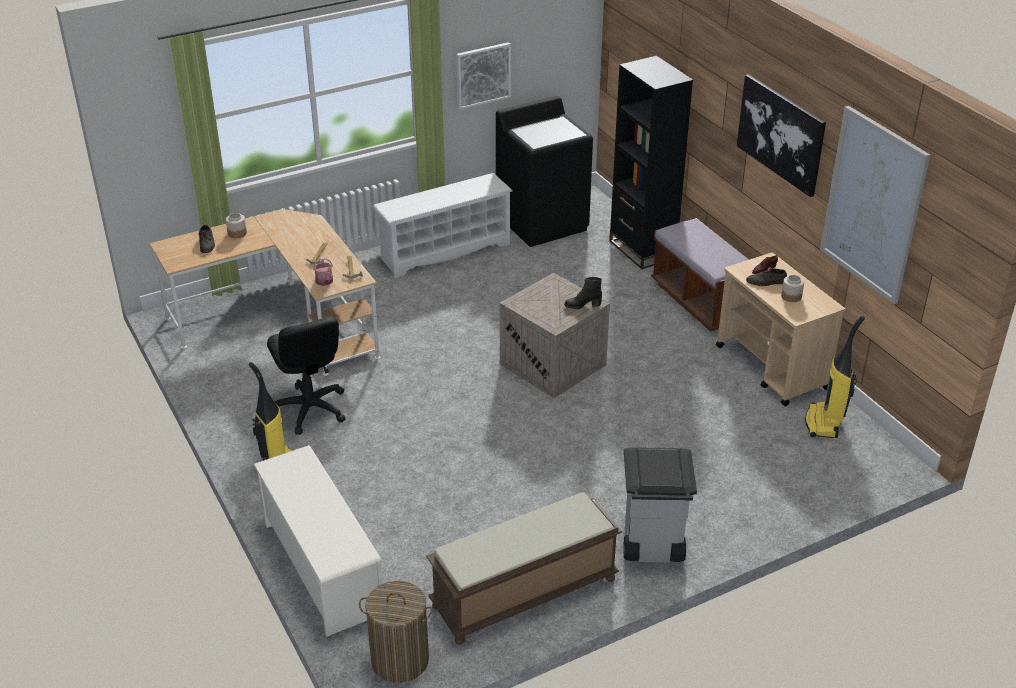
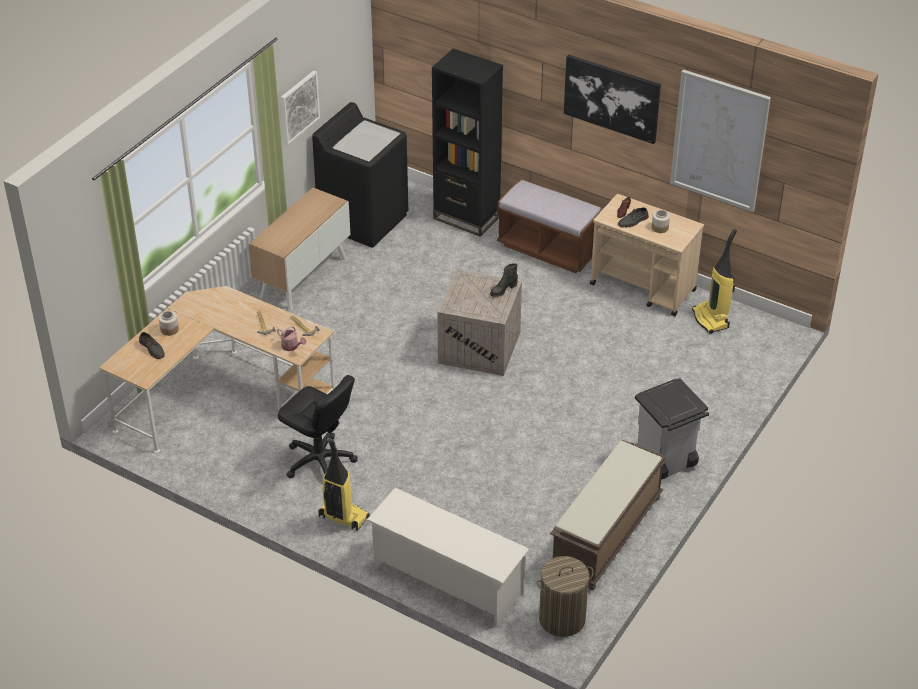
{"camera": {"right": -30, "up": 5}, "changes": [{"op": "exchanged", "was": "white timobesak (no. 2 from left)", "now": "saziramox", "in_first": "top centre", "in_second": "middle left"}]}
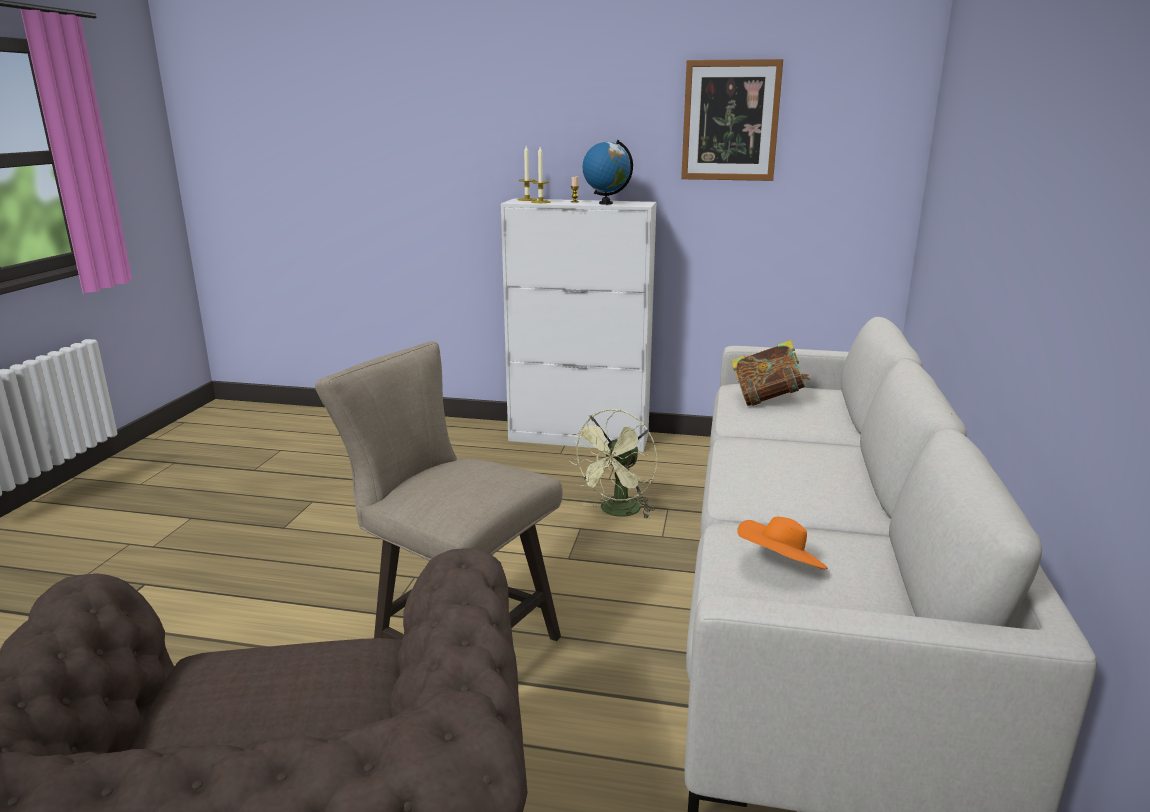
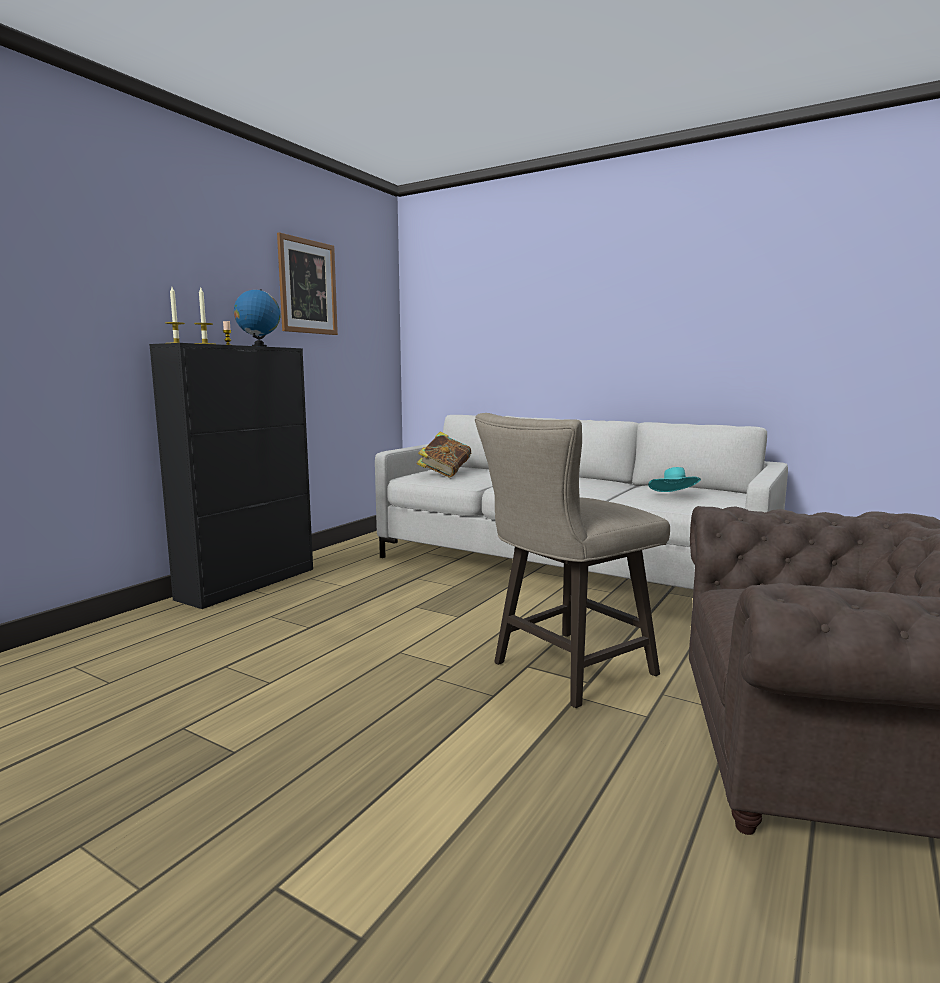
{"camera": {"right": -70, "up": -10}, "changes": [{"op": "colour", "was": "white saziramox", "now": "black saziramox", "in_first": "centre", "in_second": "middle left"}, {"op": "missing", "was": "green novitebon", "in_first": "centre"}, {"op": "colour", "was": "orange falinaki", "now": "turquoise falinaki", "in_first": "bottom right", "in_second": "middle right"}]}
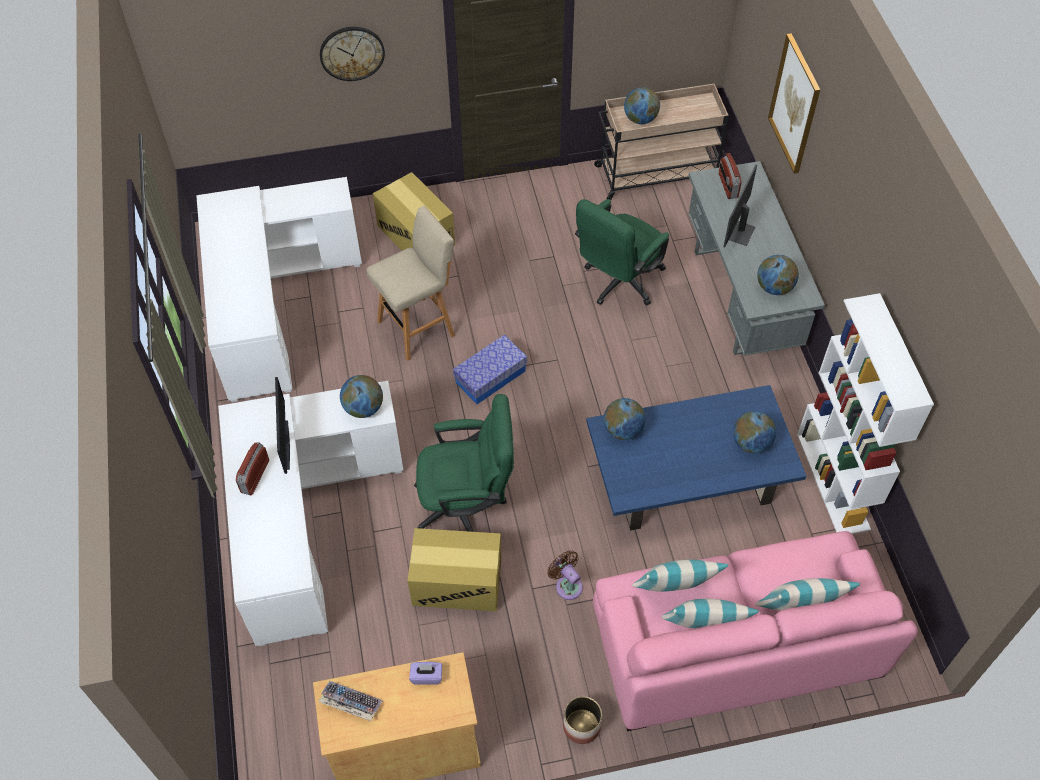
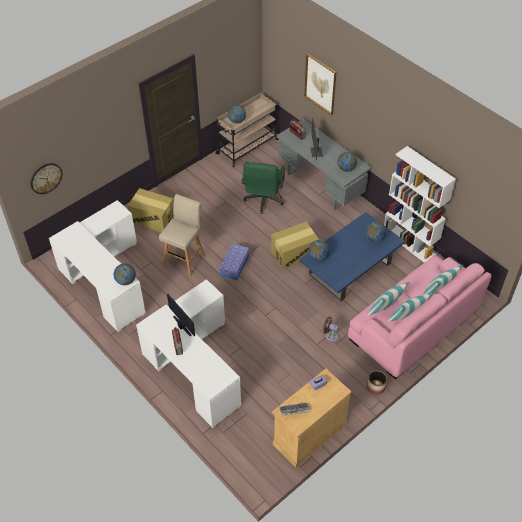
{"camera": {"right": -30, "up": -5}, "changes": [{"op": "relocated", "was": "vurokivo", "in_first": "top centre", "in_second": "middle left"}, {"op": "relocated", "was": "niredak (no. 1 from left)", "in_first": "centre", "in_second": "middle left"}, {"op": "missing", "was": "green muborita (no. 1 from left)", "in_first": "centre"}, {"op": "relocated", "was": "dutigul (no. 2 from left)", "in_first": "bottom centre", "in_second": "centre"}]}
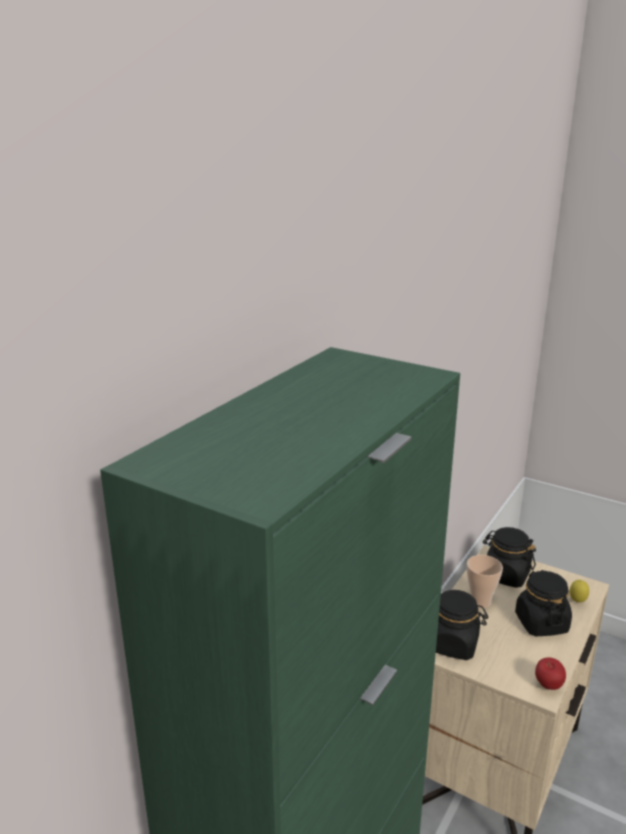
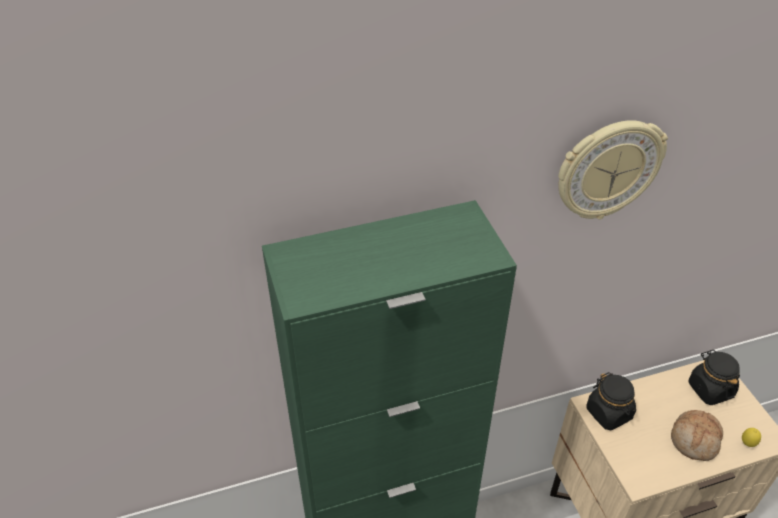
{"camera": {"right": 40, "up": 20}, "changes": [{"op": "missing", "was": "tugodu", "in_first": "bottom right"}, {"op": "exchanged", "was": "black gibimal (no. 3 from left)", "now": "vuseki", "in_first": "bottom right", "in_second": "bottom right"}, {"op": "missing", "was": "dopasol", "in_first": "bottom right"}, {"op": "appeared", "now": "vurokivo", "in_second": "top right"}]}
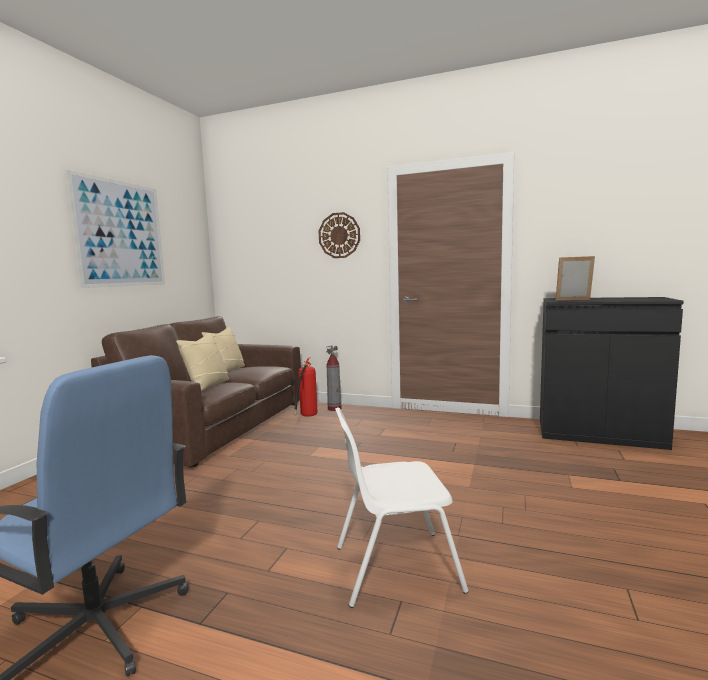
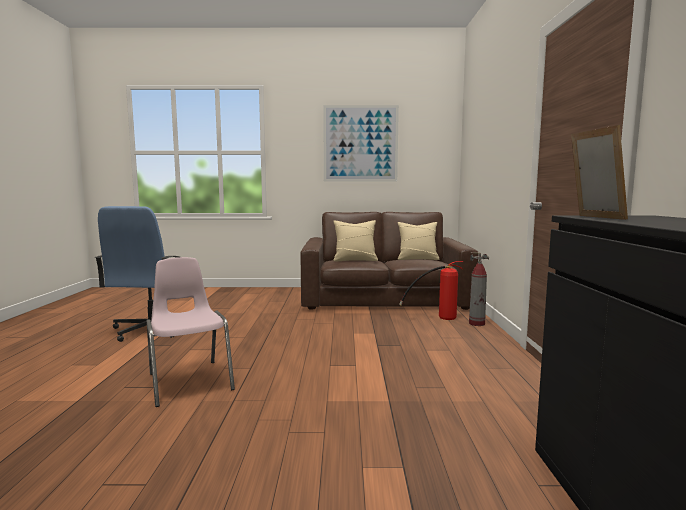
{"camera": {"right": 70, "up": 0}, "changes": [{"op": "missing", "was": "vurokivo", "in_first": "centre"}, {"op": "colour", "was": "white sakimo", "now": "pink sakimo", "in_first": "bottom centre", "in_second": "middle left"}]}
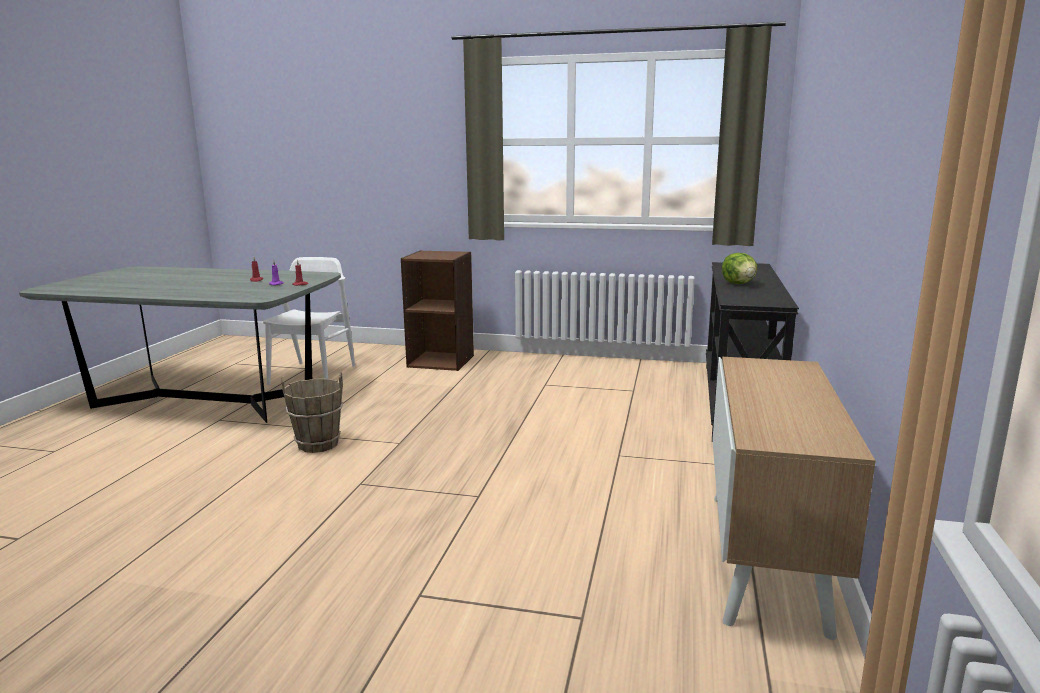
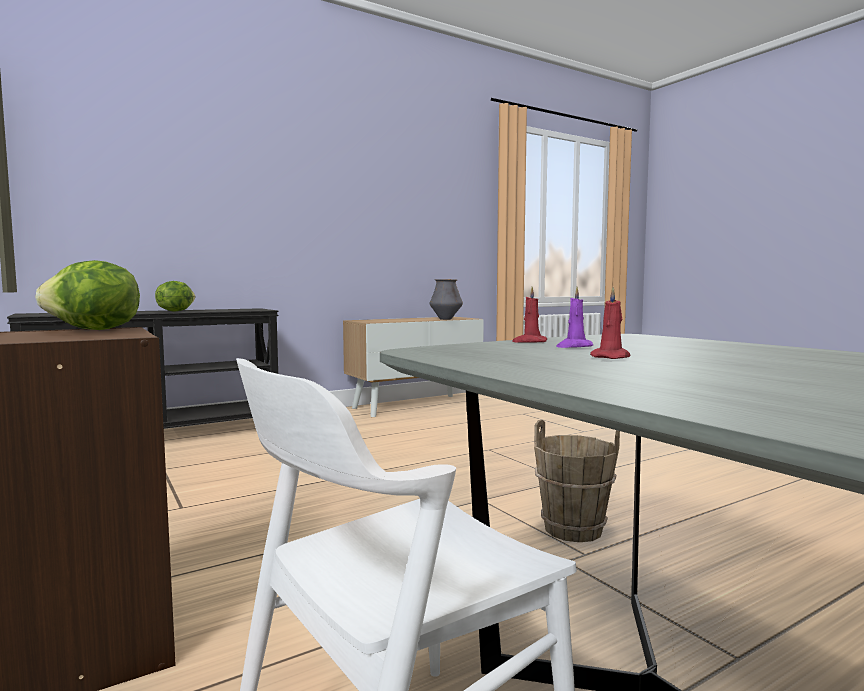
{"camera": {"right": -135, "up": -10}, "changes": [{"op": "appeared", "now": "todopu (no. 1 from left)", "in_second": "middle left"}, {"op": "appeared", "now": "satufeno", "in_second": "centre"}]}
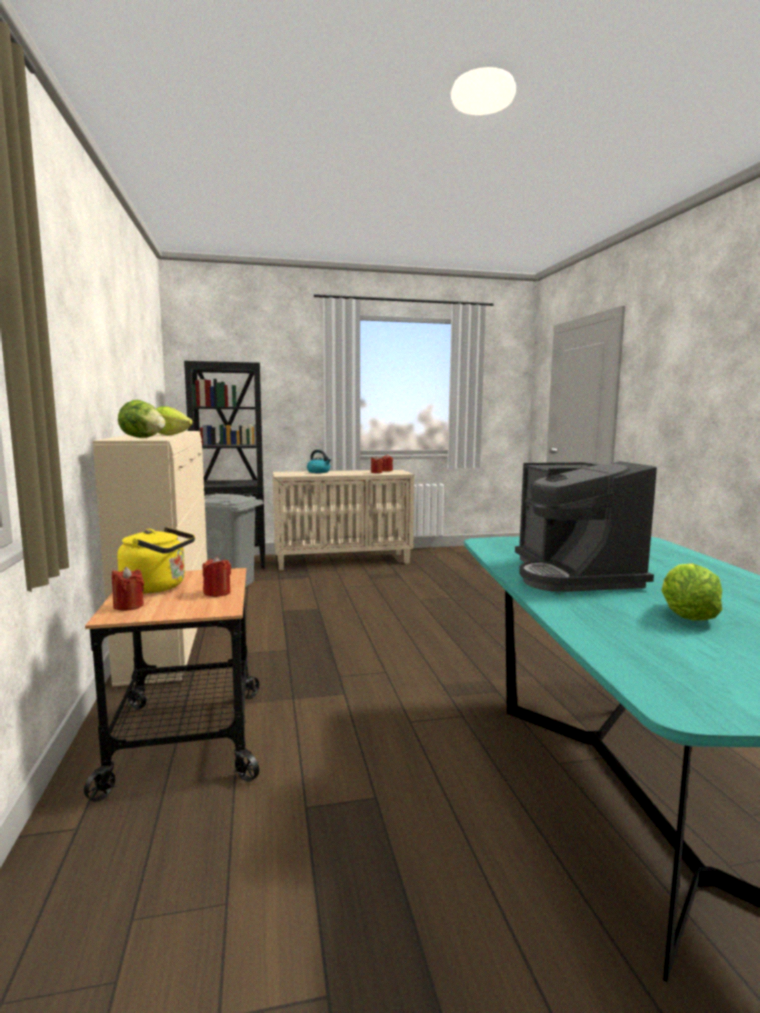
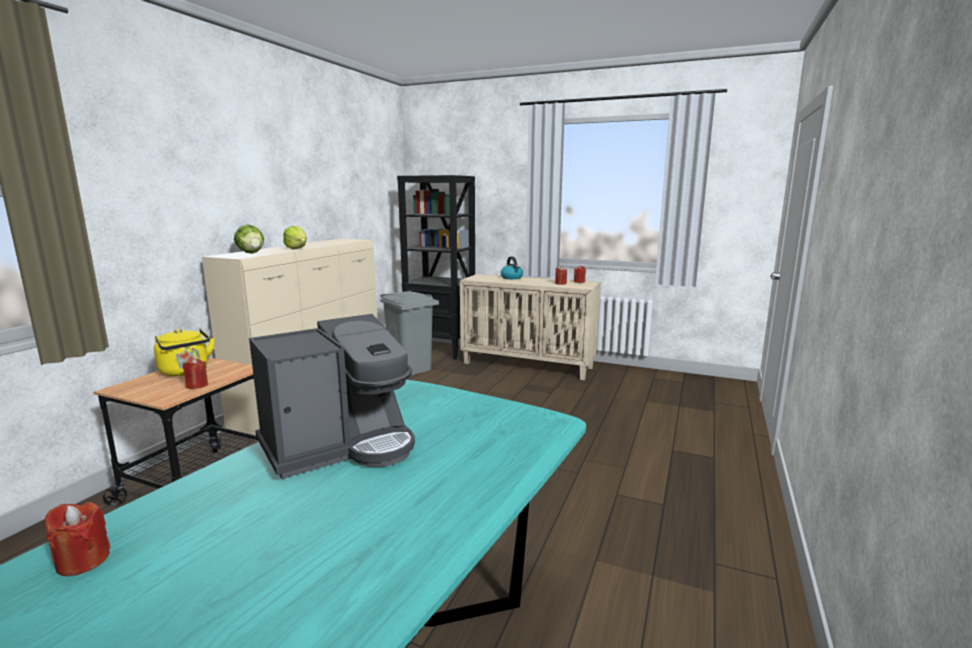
{"camera": {"right": 35, "up": 5}, "changes": [{"op": "spun", "was": "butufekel", "in_first": "middle right", "in_second": "centre", "clockwise": -150}, {"op": "missing", "was": "todopu (no. 3 from left)", "in_first": "middle right"}, {"op": "relocated", "was": "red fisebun (no. 1 from left)", "in_first": "middle left", "in_second": "bottom left"}]}
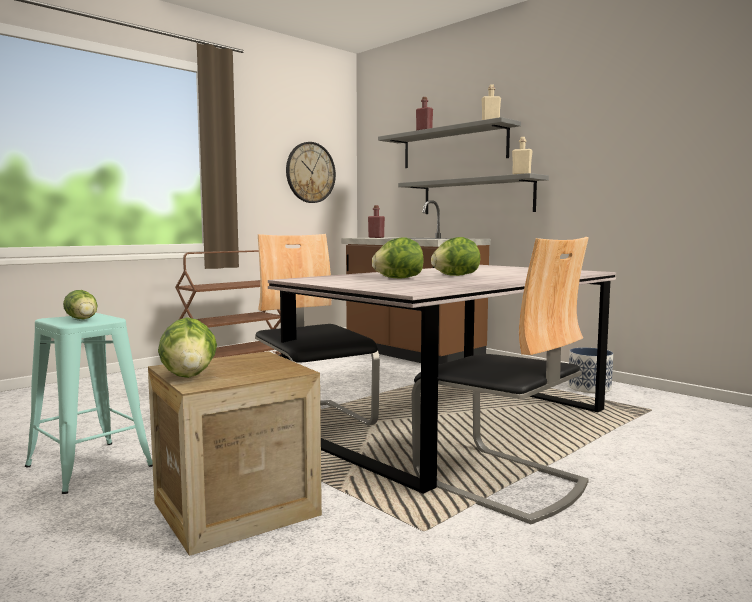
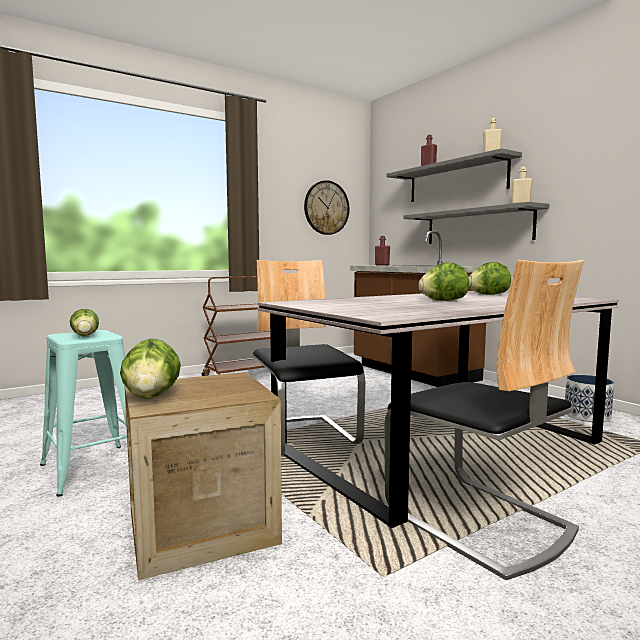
{"camera": {"right": 10, "up": 0}, "changes": [{"op": "relocated", "was": "todopu (no. 3 from left in the first image)", "now": "todopu (no. 4 from left)", "in_first": "centre", "in_second": "middle right"}]}
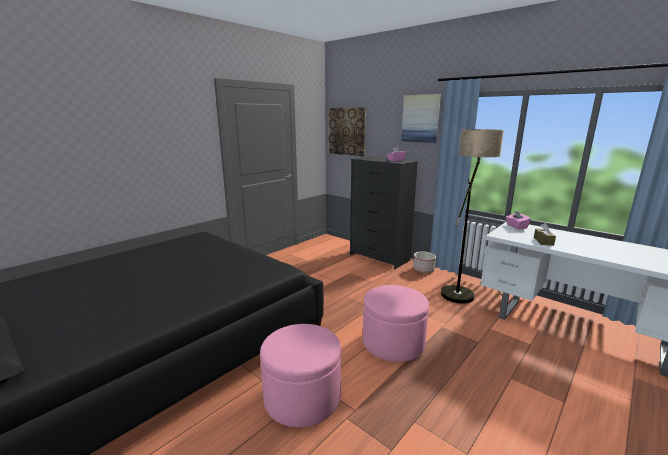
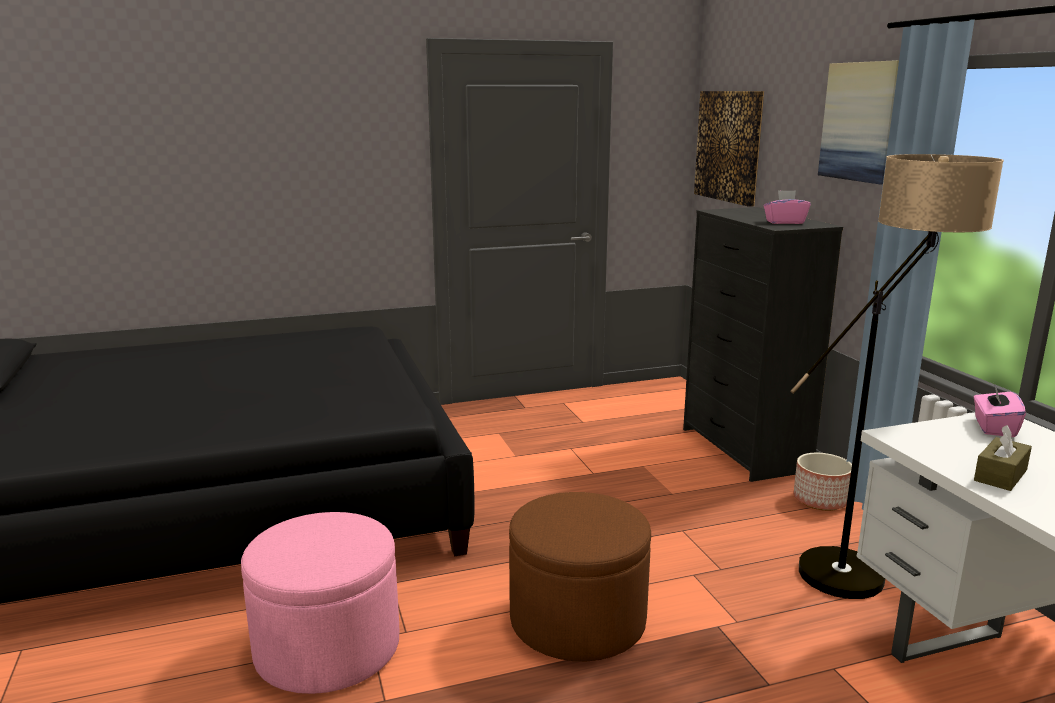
{"camera": {"right": 30, "up": 0}, "changes": [{"op": "colour", "was": "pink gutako (no. 2 from left)", "now": "brown gutako", "in_first": "bottom centre", "in_second": "bottom centre"}]}
